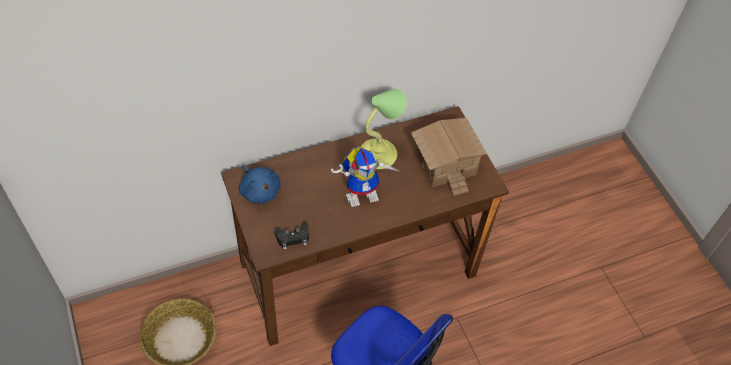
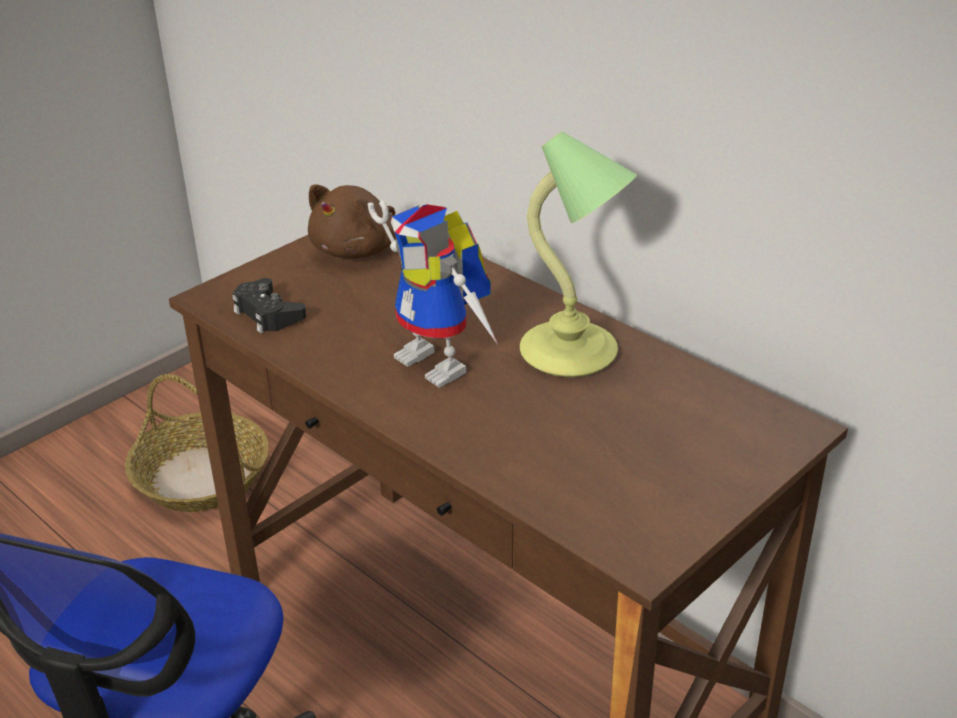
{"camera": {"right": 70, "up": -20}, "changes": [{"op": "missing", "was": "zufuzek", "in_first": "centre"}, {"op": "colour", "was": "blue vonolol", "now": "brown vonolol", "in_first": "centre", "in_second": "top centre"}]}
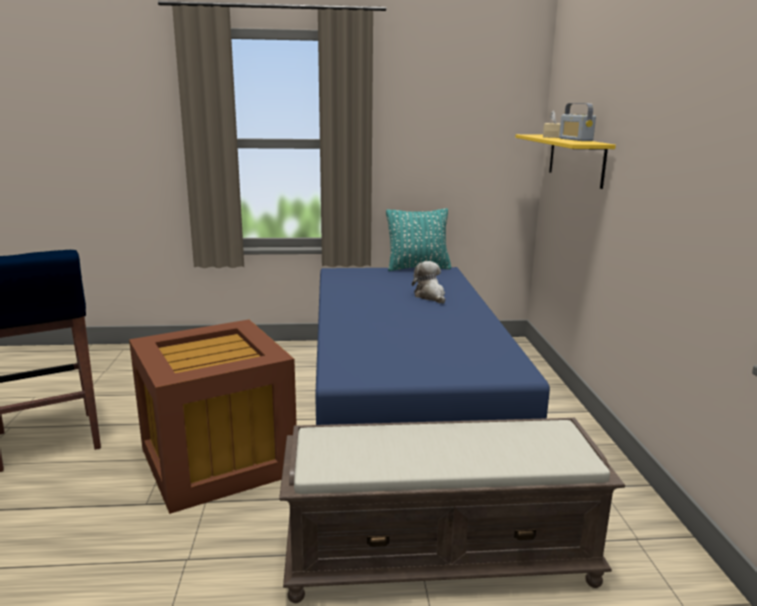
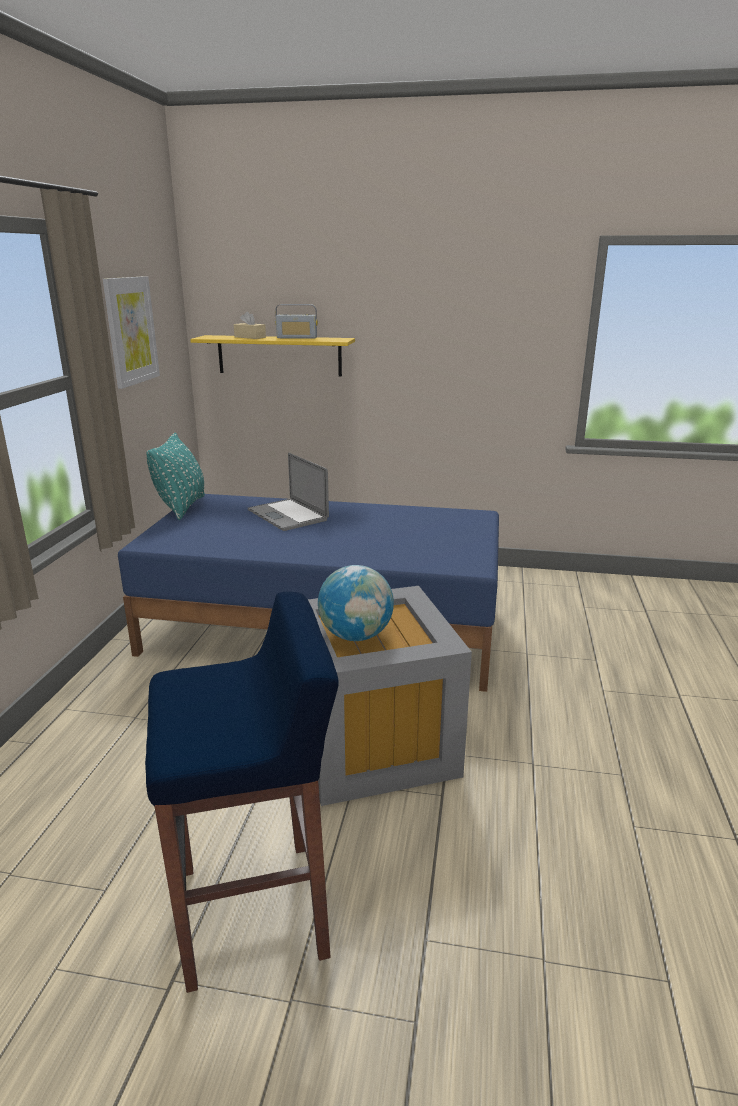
{"camera": {"right": -75, "up": 5}, "changes": [{"op": "exchanged", "was": "vonolol", "now": "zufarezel", "in_first": "centre", "in_second": "centre"}, {"op": "colour", "was": "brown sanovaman", "now": "grey sanovaman", "in_first": "bottom left", "in_second": "centre"}, {"op": "missing", "was": "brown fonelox", "in_first": "bottom centre"}, {"op": "appeared", "now": "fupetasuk", "in_second": "top left"}, {"op": "appeared", "now": "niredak", "in_second": "centre"}]}
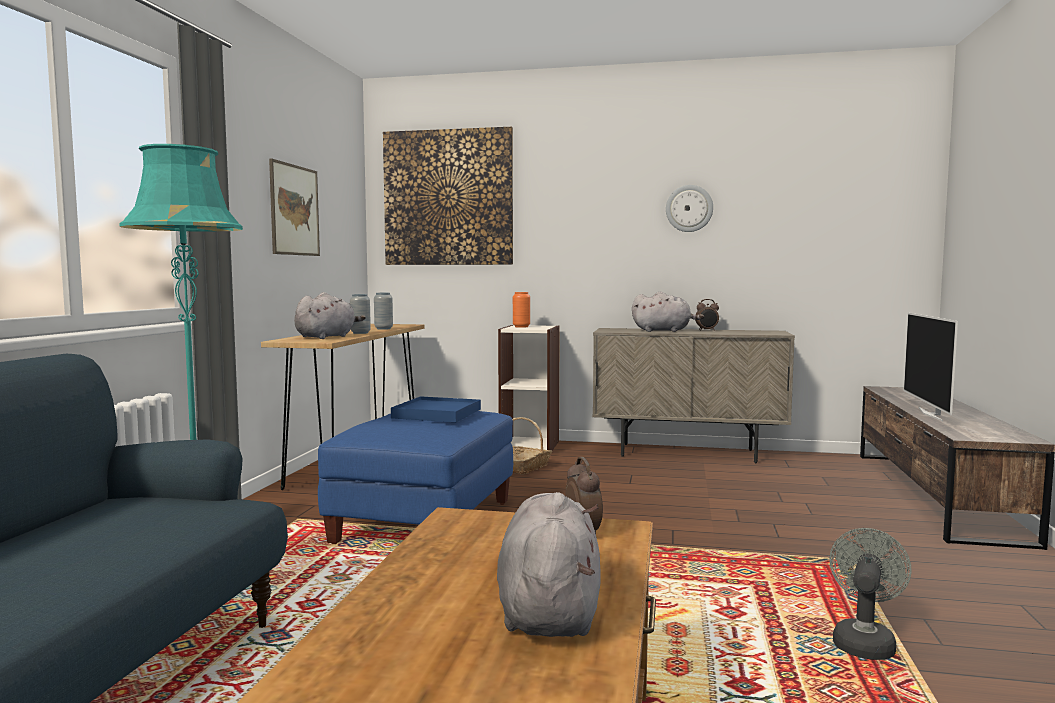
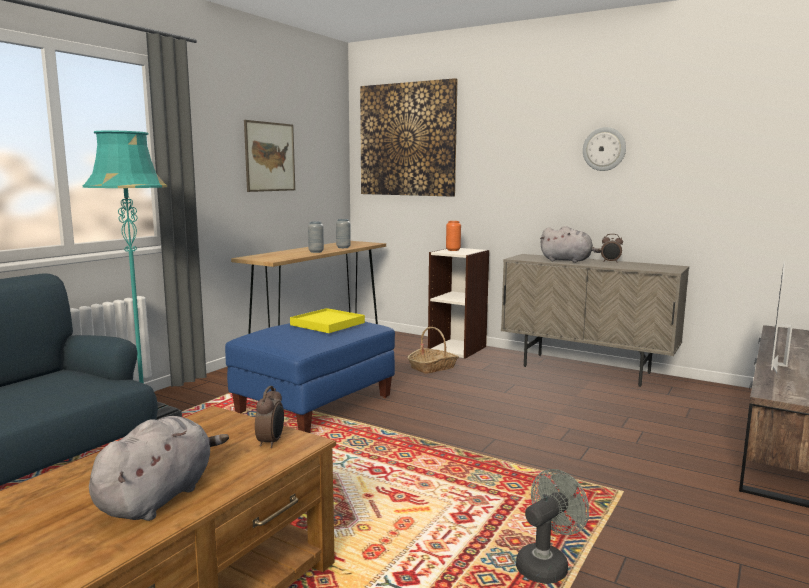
{"camera": {"right": 20, "up": 5}, "changes": [{"op": "missing", "was": "grey vonolol (no. 1 from left)", "in_first": "middle left"}, {"op": "colour", "was": "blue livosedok", "now": "yellow livosedok", "in_first": "centre", "in_second": "centre"}]}
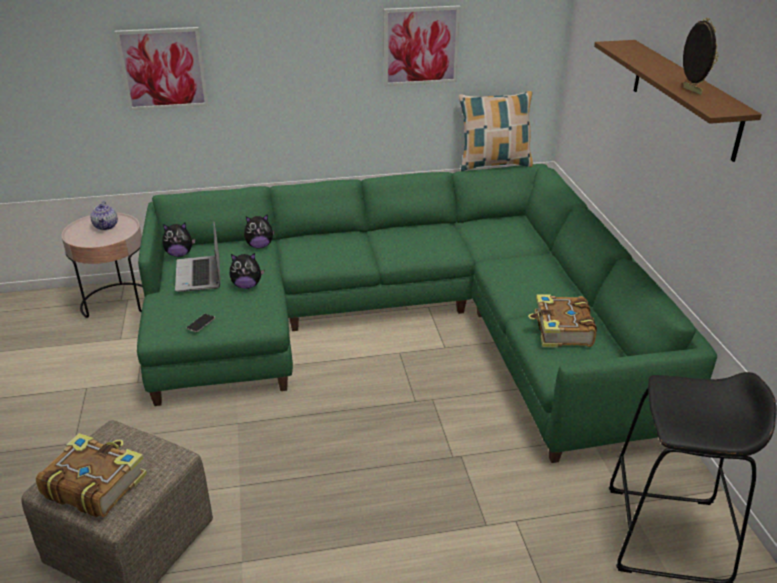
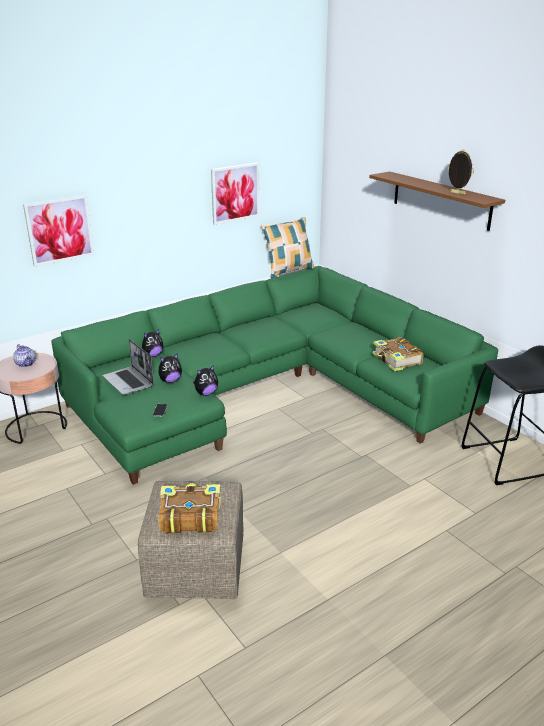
{"camera": {"right": -25, "up": -5}, "changes": [{"op": "relocated", "was": "vonolol (no. 1 from left in the first image)", "now": "vonolol (no. 3 from left)", "in_first": "middle left", "in_second": "centre"}]}
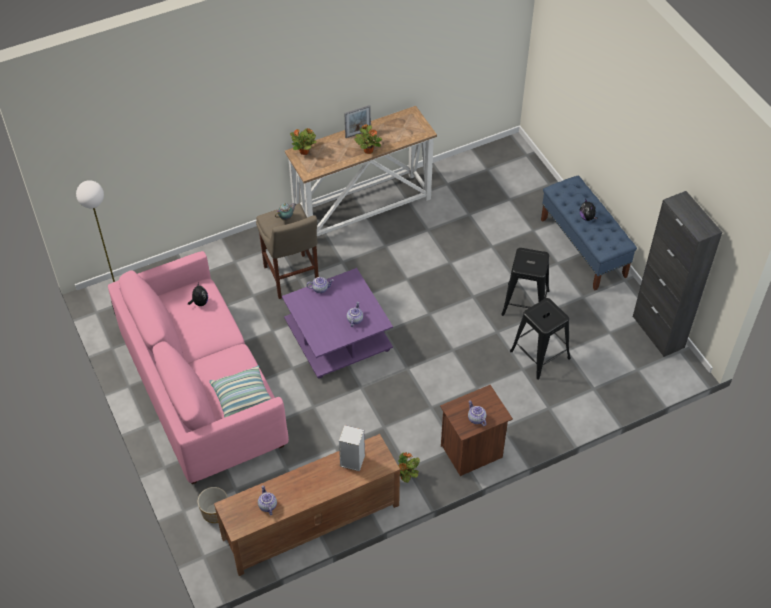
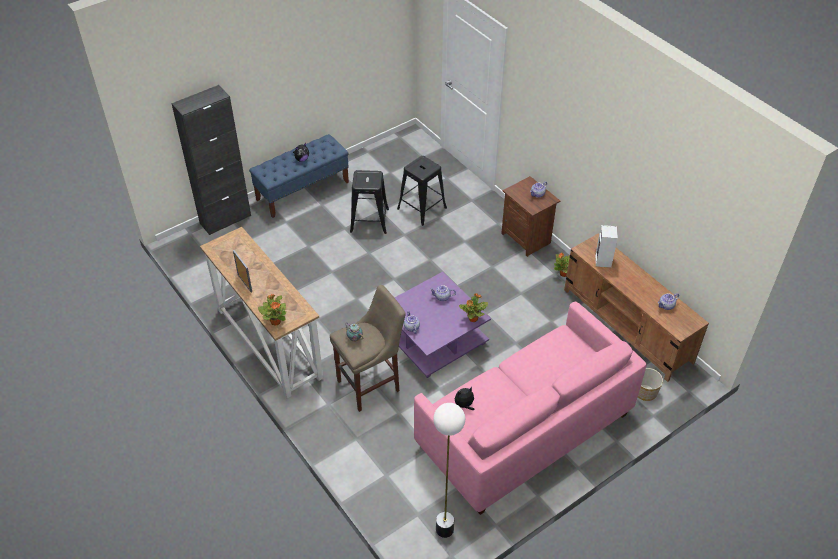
{"camera": {"right": -100, "up": -5}, "changes": [{"op": "relocated", "was": "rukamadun (no. 2 from left)", "in_first": "top centre", "in_second": "centre"}, {"op": "relocated", "was": "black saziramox", "in_first": "middle right", "in_second": "top left"}, {"op": "missing", "was": "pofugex", "in_first": "middle left"}]}
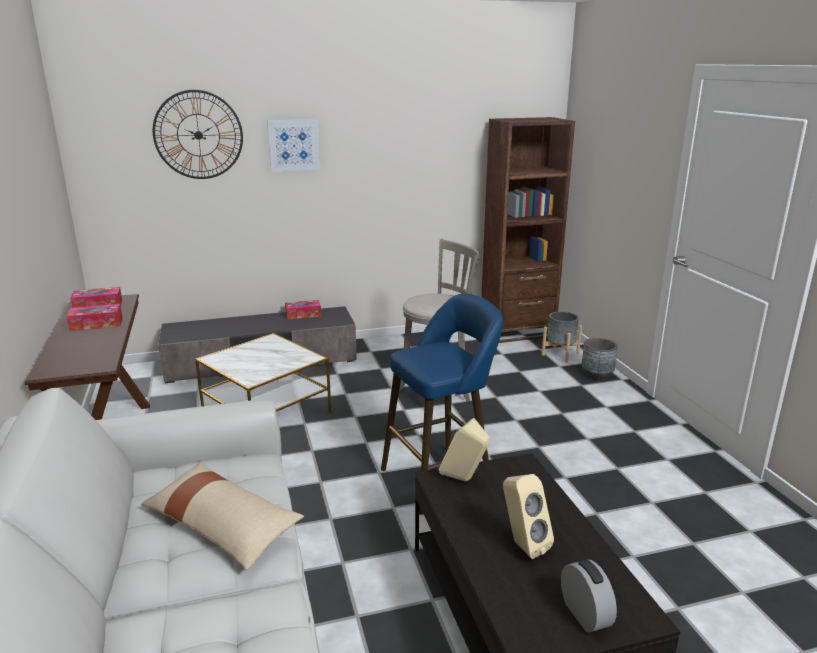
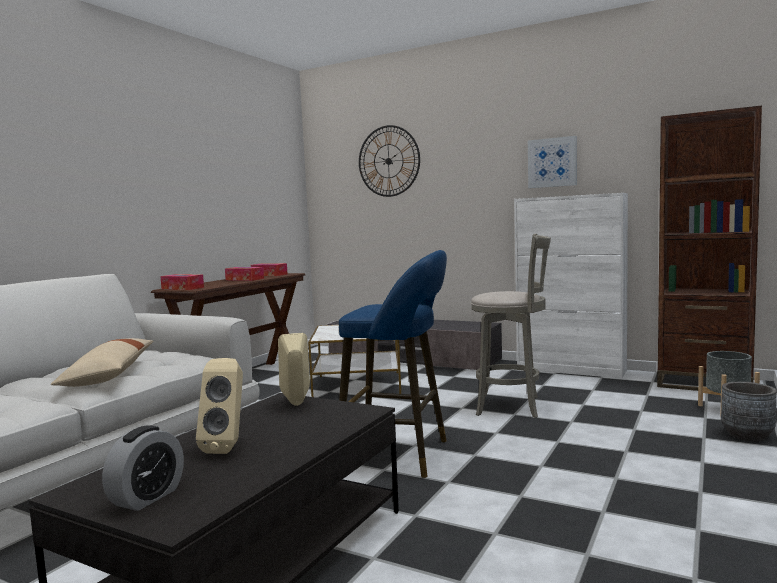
{"camera": {"right": 45, "up": -15}, "changes": [{"op": "relocated", "was": "fupetasuk", "in_first": "top centre", "in_second": "top right"}, {"op": "relocated", "was": "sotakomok (no. 3 from left in the first image)", "now": "sotakomok (no. 1 from left)", "in_first": "centre", "in_second": "middle left"}, {"op": "appeared", "now": "white saziramox", "in_second": "middle right"}]}
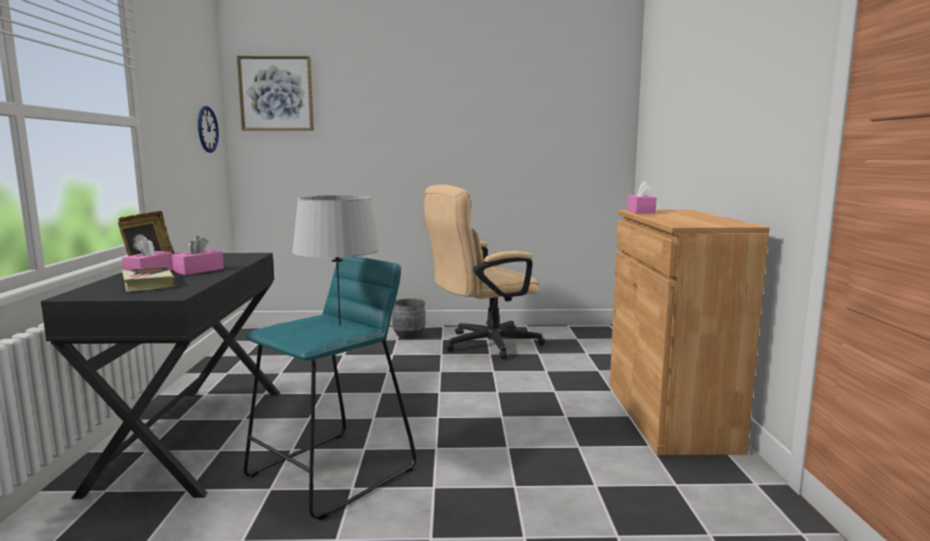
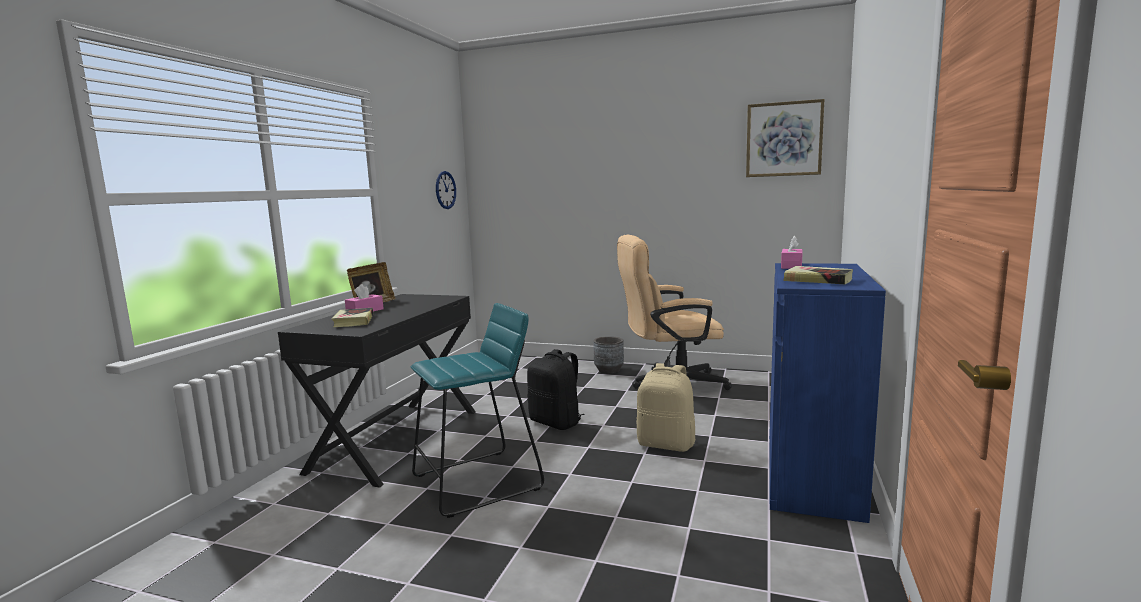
{"camera": {"right": 20, "up": 0}, "changes": [{"op": "relocated", "was": "fupetasuk", "in_first": "top left", "in_second": "top right"}, {"op": "missing", "was": "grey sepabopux", "in_first": "centre"}, {"op": "colour", "was": "brown saziramox", "now": "blue saziramox", "in_first": "middle right", "in_second": "middle right"}, {"op": "missing", "was": "pink sotakomok (no. 2 from left)", "in_first": "middle left"}, {"op": "appeared", "now": "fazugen (no. 2 from left)", "in_second": "middle right"}, {"op": "appeared", "now": "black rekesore", "in_second": "centre"}, {"op": "appeared", "now": "beige rekesore", "in_second": "bottom centre"}]}
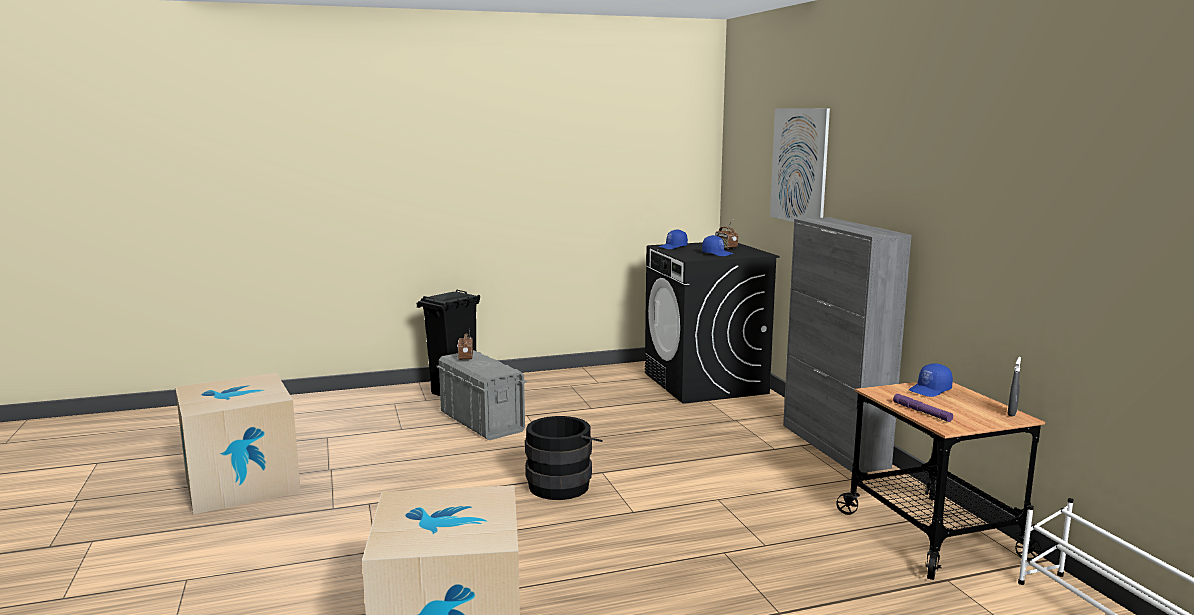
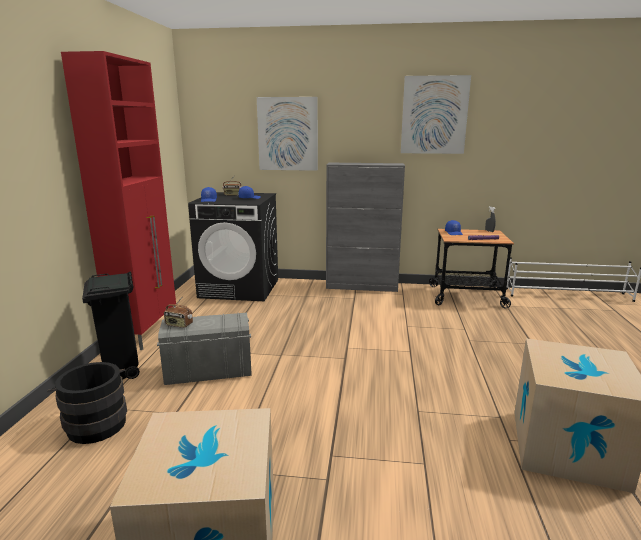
{"camera": {"right": -65, "up": 5}, "changes": [{"op": "relocated", "was": "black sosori", "in_first": "bottom centre", "in_second": "bottom left"}, {"op": "appeared", "now": "red saziramox", "in_second": "middle left"}, {"op": "appeared", "now": "fupetasuk (no. 2 from left)", "in_second": "top right"}]}
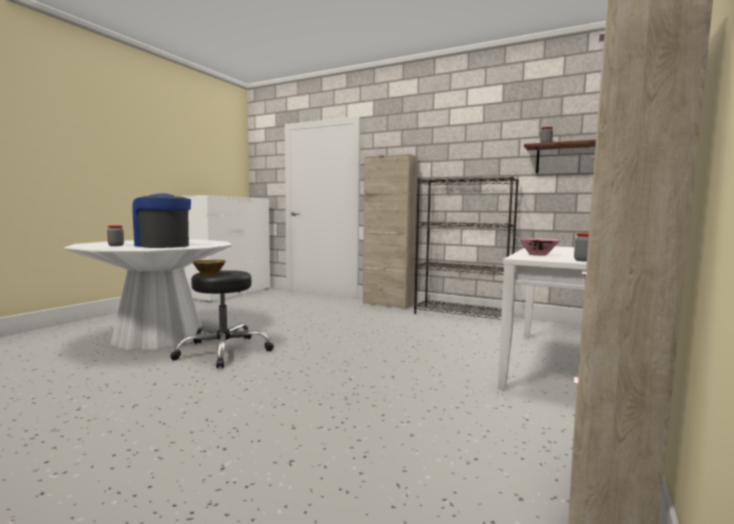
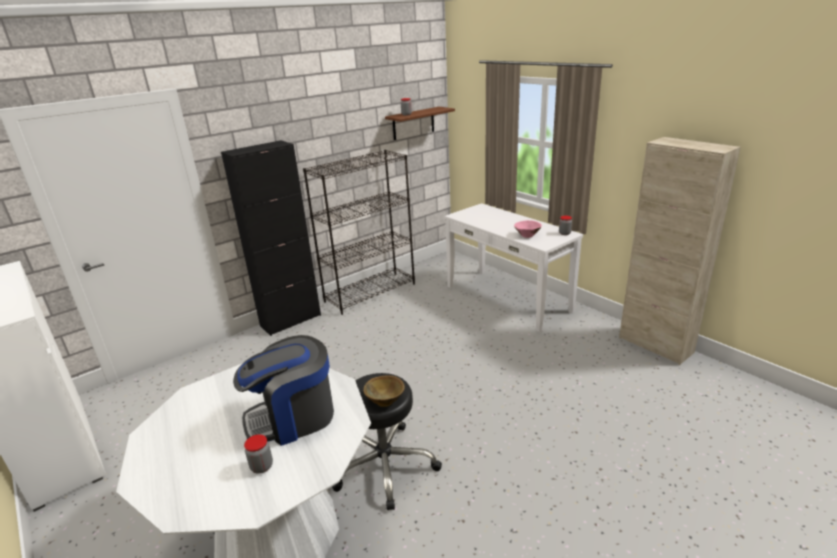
{"camera": {"right": -65, "up": 20}, "changes": [{"op": "colour", "was": "beige saziramox (no. 1 from left)", "now": "black saziramox", "in_first": "centre", "in_second": "middle left"}]}
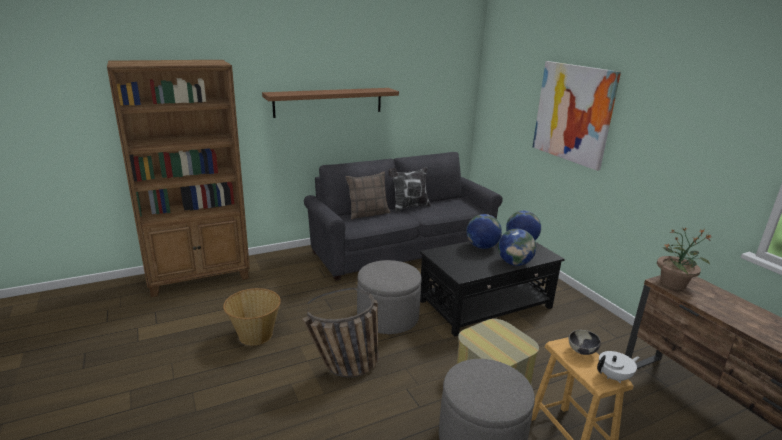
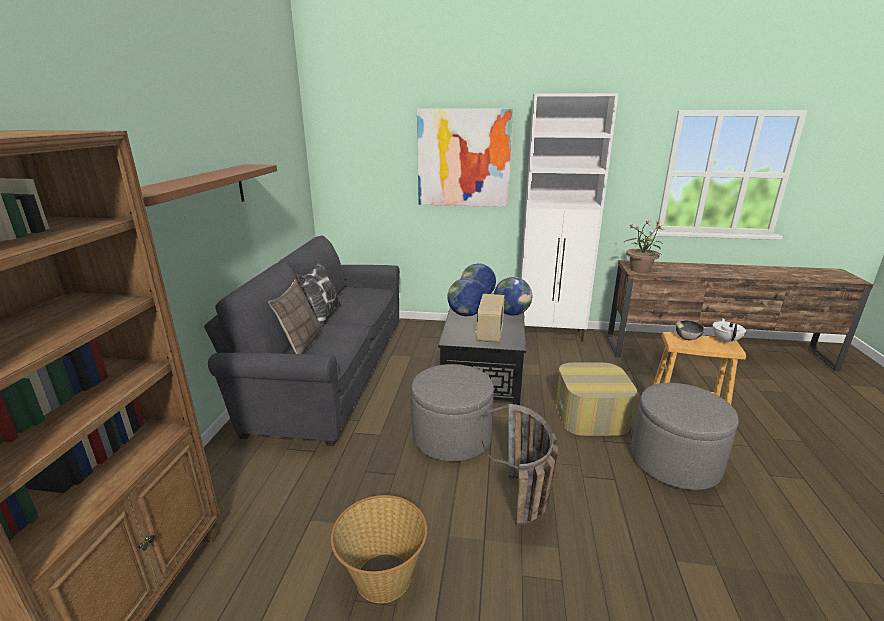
{"camera": {"right": -55, "up": 0}, "changes": [{"op": "appeared", "now": "white saziramox", "in_second": "centre"}, {"op": "appeared", "now": "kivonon", "in_second": "centre"}]}
